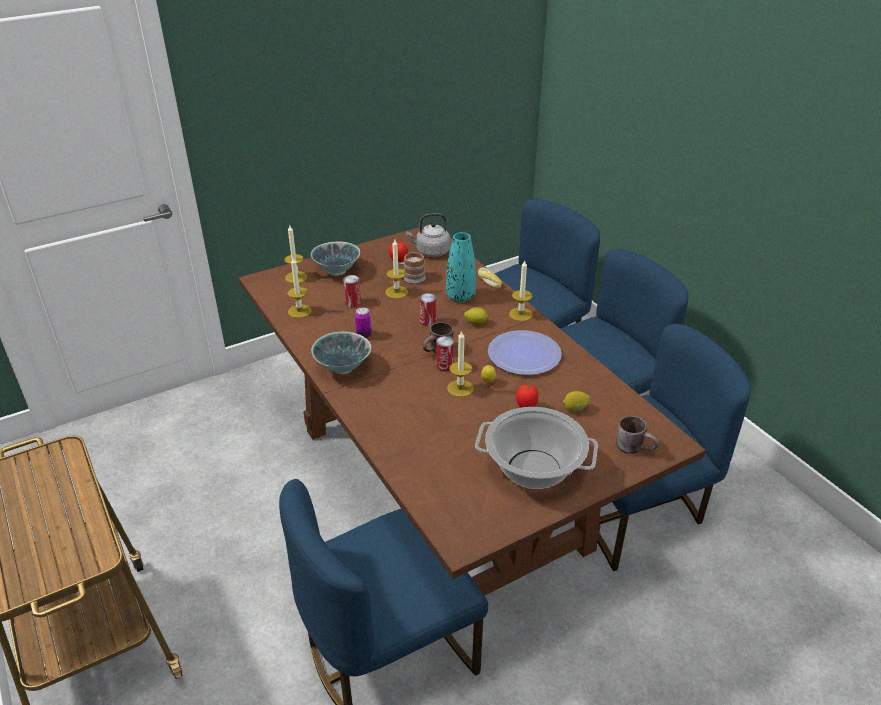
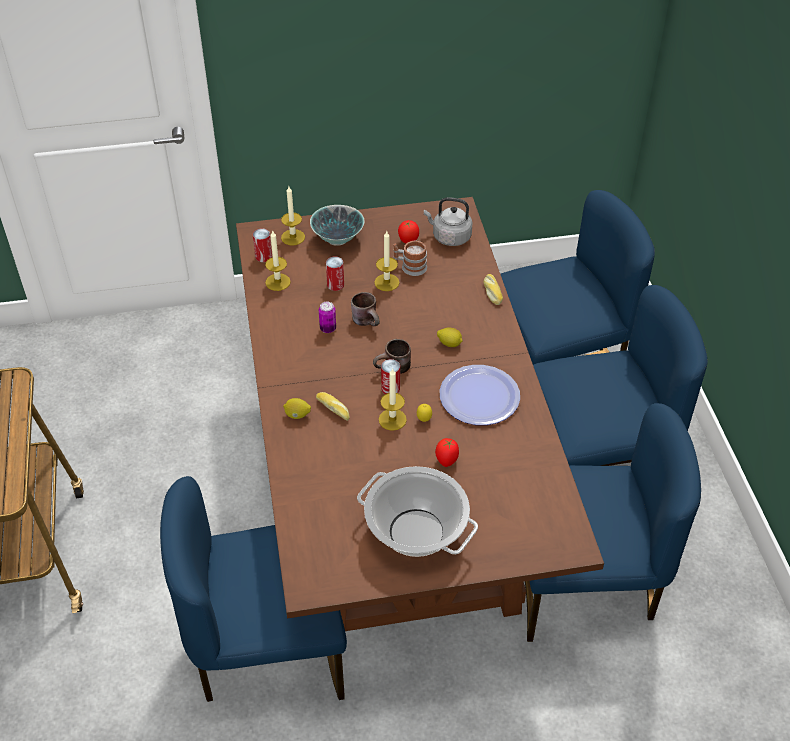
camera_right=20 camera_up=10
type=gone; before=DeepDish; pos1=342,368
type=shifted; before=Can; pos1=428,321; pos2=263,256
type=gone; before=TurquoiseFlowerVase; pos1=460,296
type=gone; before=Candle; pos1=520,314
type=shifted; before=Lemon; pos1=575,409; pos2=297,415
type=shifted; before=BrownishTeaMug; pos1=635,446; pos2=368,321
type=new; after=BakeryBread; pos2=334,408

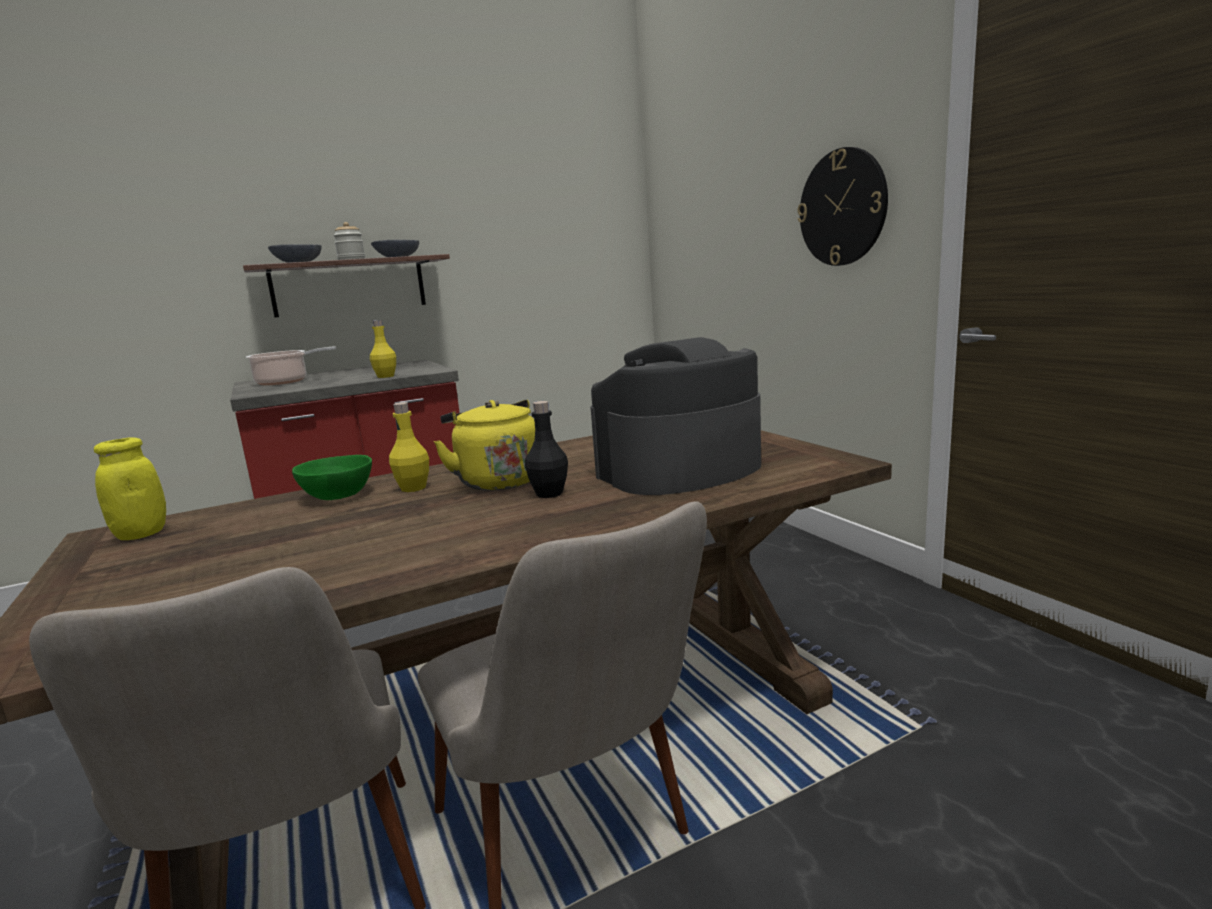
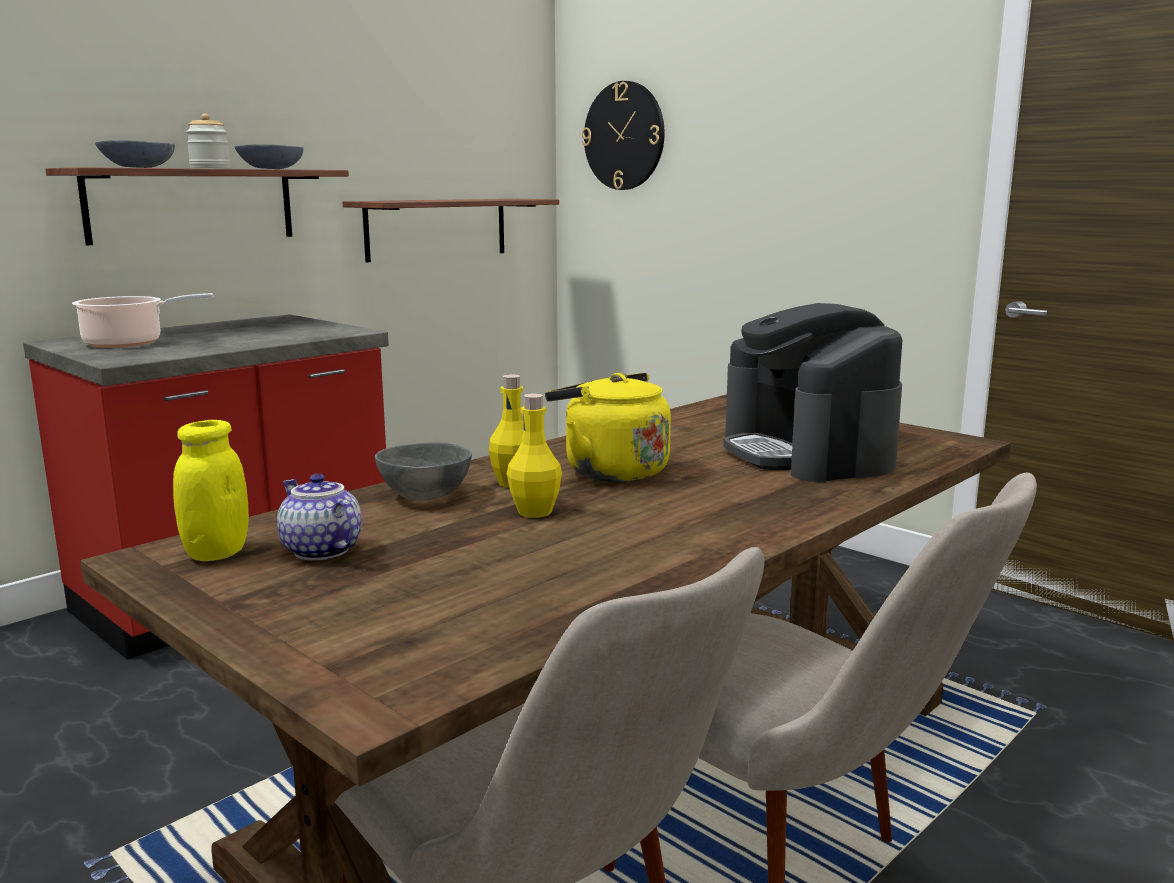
camera_right=-20 camera_up=0
type=repainted; before=GreenishDeepDish; after=GreyishDeepDish; pos1=336,496; pos2=423,496
type=shifted; before=YellowishBeverageBottle; pos1=386,376; pos2=534,512
type=gone; before=BlackColouredBeverageBottle; pos1=549,493
type=rotated; before=CoffeeBrewer; pos1=679,470; pos2=807,453; turn=-60
type=shifted; before=HangingClock; pos1=842,208; pos2=624,136
type=new; after=Teapot; pos2=319,551
type=new; after=Shelf; pos2=437,228

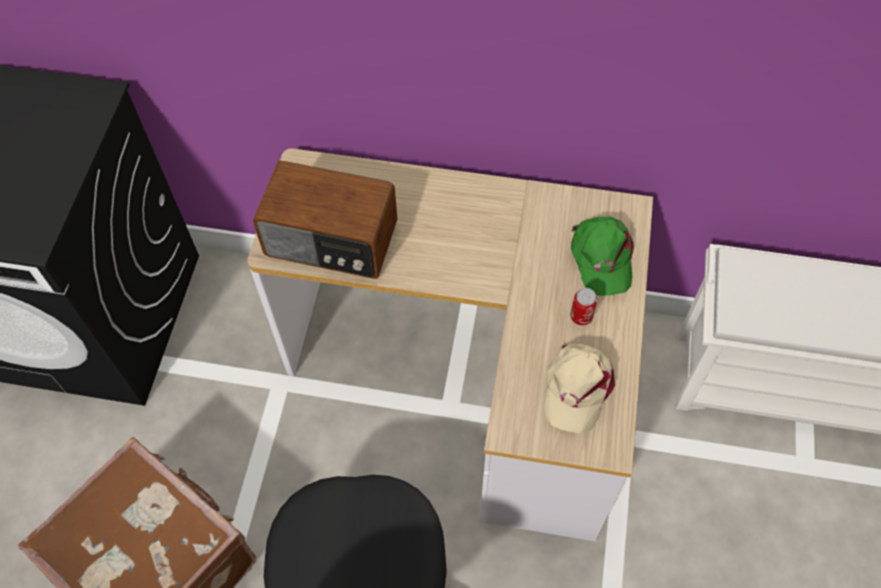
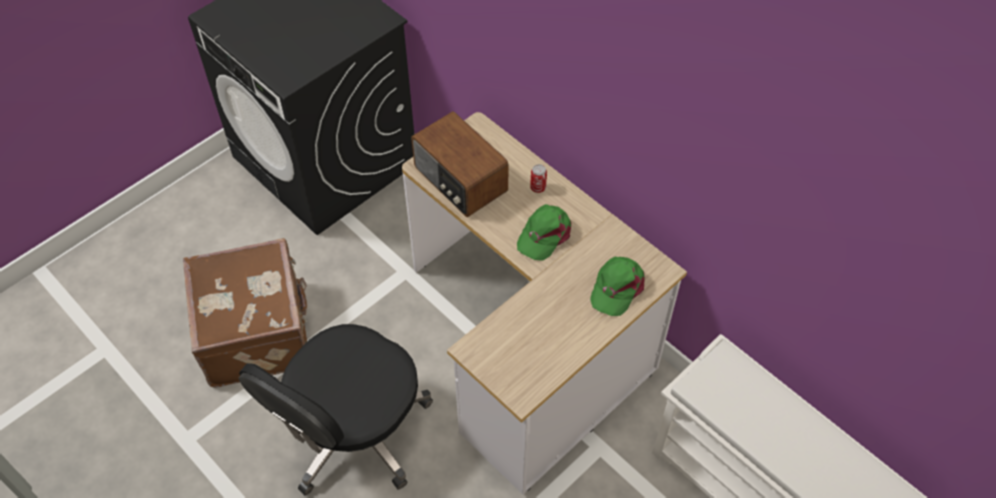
camera_right=35 camera_up=-5
type=gone; before=BeigeColouredBaseballCap; pos1=576,388
type=shifted; before=Can; pos1=581,317; pos2=538,188
type=new; after=GreenishBaseballCap; pos2=544,234

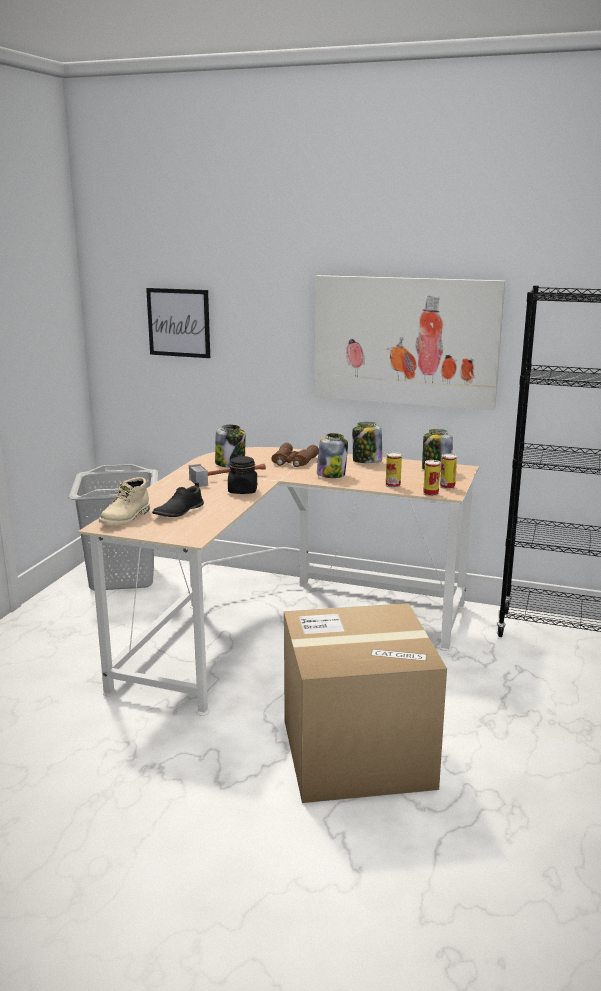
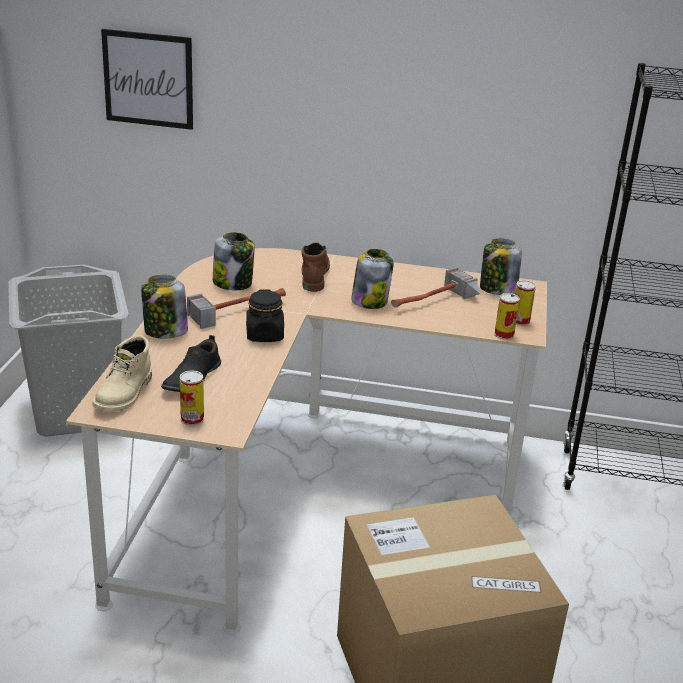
camera_right=-10 camera_up=10
type=swapped; before=BrownishPairOfBinoculars; after=BrownishHighTopBoot; pos1=293,461; pos2=313,276
type=gone; before=Picture; pos1=405,341
type=shifted; before=StorageJar; pos1=366,461; pos2=165,331
type=shifted; before=Can; pos1=393,485; pos2=192,419
type=new; after=HandHammer; pos2=434,303

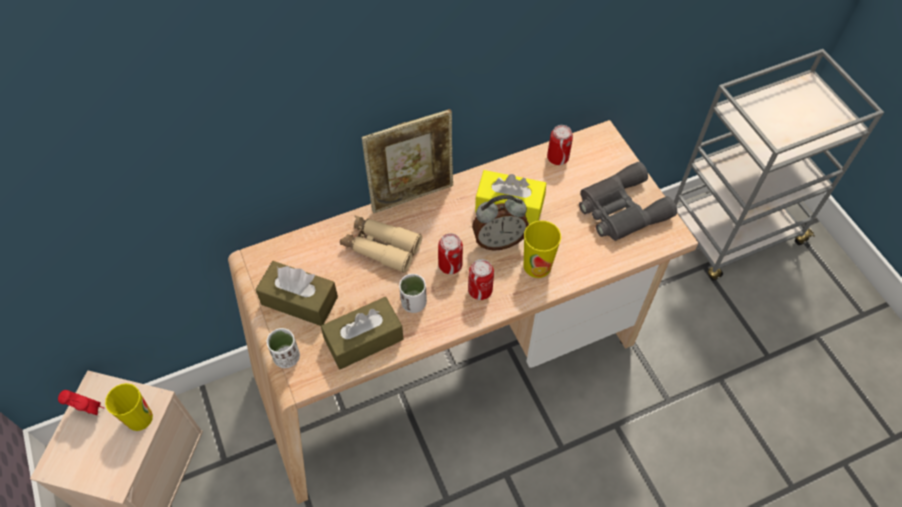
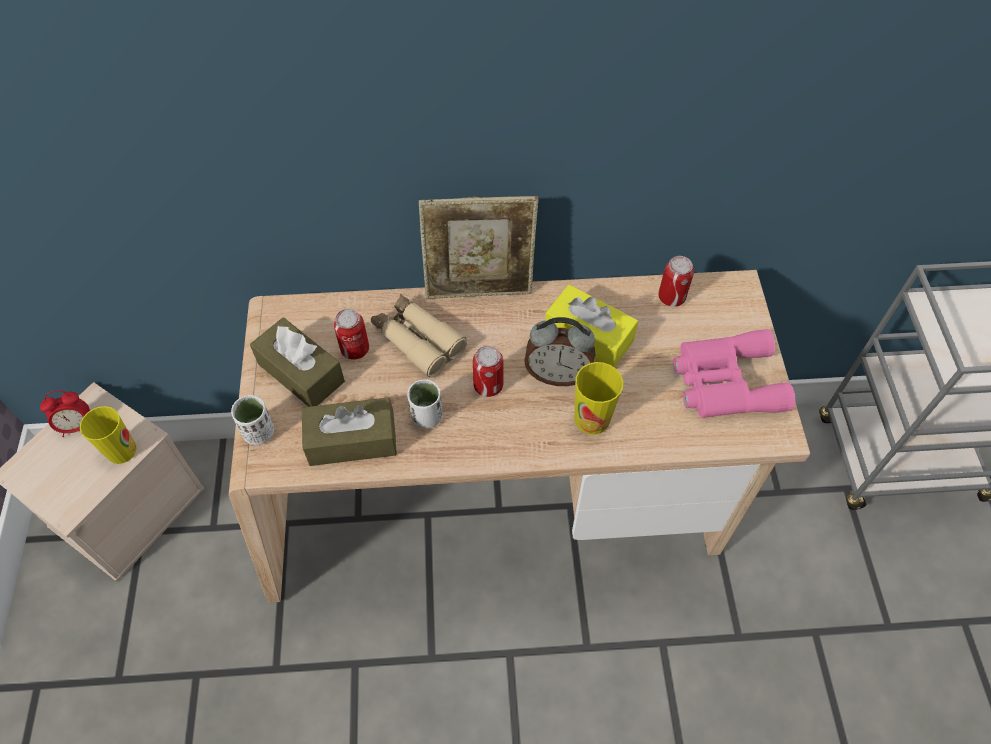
camera_right=20 camera_up=0
type=rotated; before=BedsideClock; pos1=89,411; pos2=76,426; turn=120
type=shifted; before=Can; pos1=480,290; pos2=355,349
type=repainted; before=GreyishPairOfBinoculars; after=PinkPairOfBinoculars; pos1=620,209; pos2=724,382

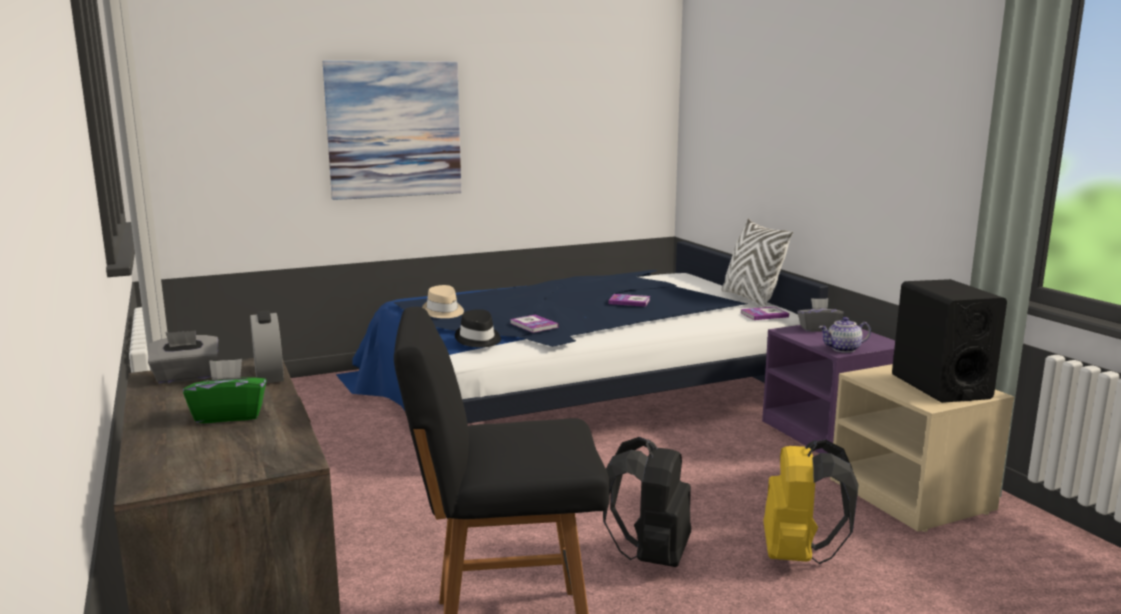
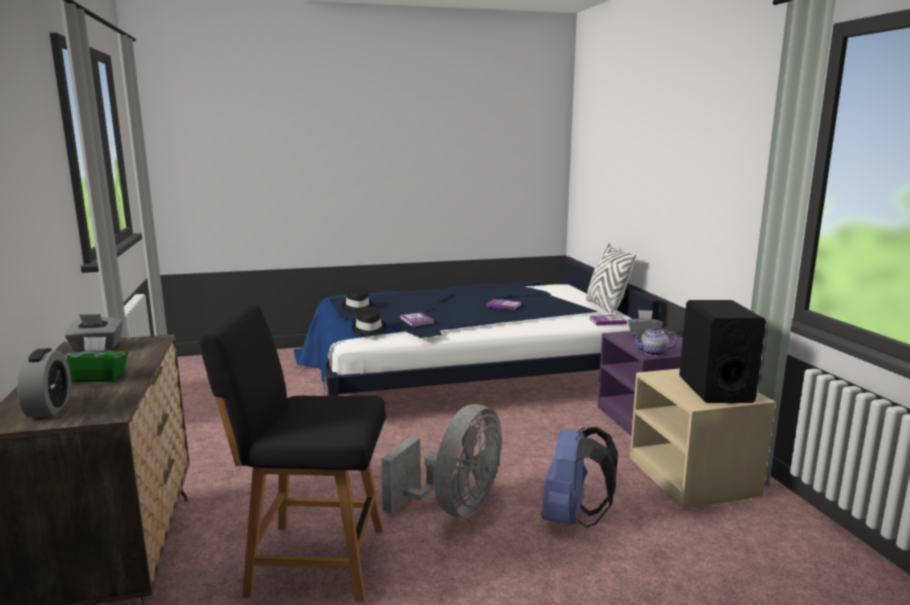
camera_right=10 camera_up=0
type=shifted; before=BedsideClock; pos1=269,375; pos2=49,408
type=gone; before=Picture; pos1=394,129
type=repainted; before=BeigeColouredWearableHat; after=BlackColouredWearableHat; pos1=443,312; pos2=357,307
type=swapped; before=BlackColouredKnapsack; after=GreyishCoolingFan; pos1=651,556; pos2=454,507
type=repainted; before=YellowishKnapsack; after=BlueKnapsack; pos1=798,555; pos2=573,518

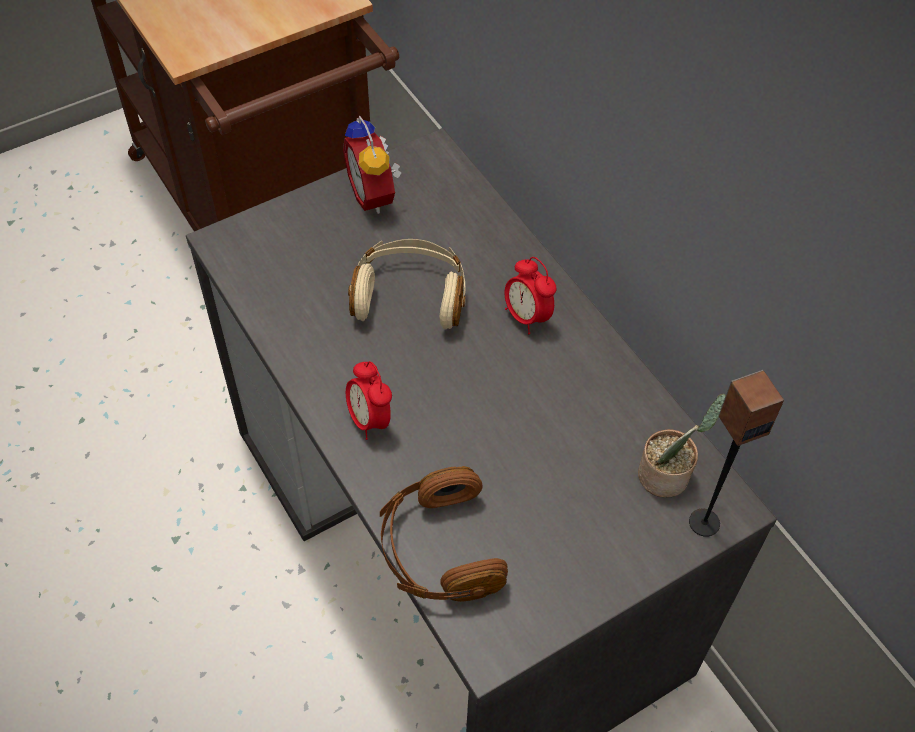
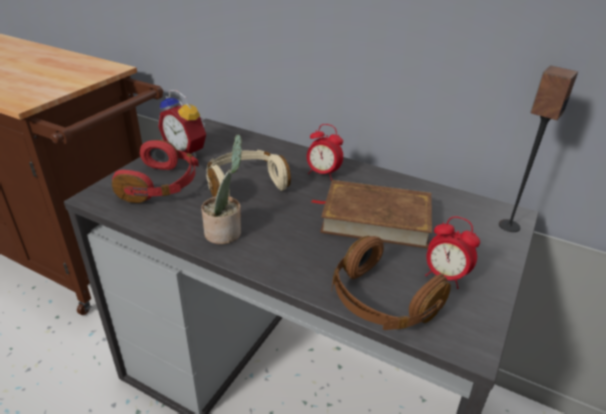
camera_right=-30 camera_up=-20
type=shifted; before=BedsideClock; pos1=369,420; pos2=445,276
type=shifted; before=Houseplant; pos1=667,475; pos2=225,232
type=new; after=RedColouredPairOfHeadphones; pos2=162,185
type=new; after=BrownishBoundBook; pos2=375,218

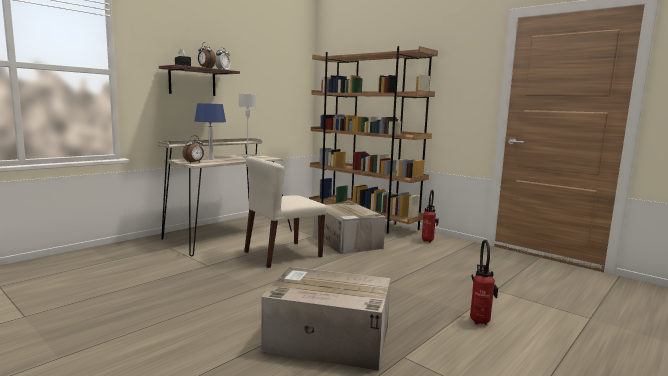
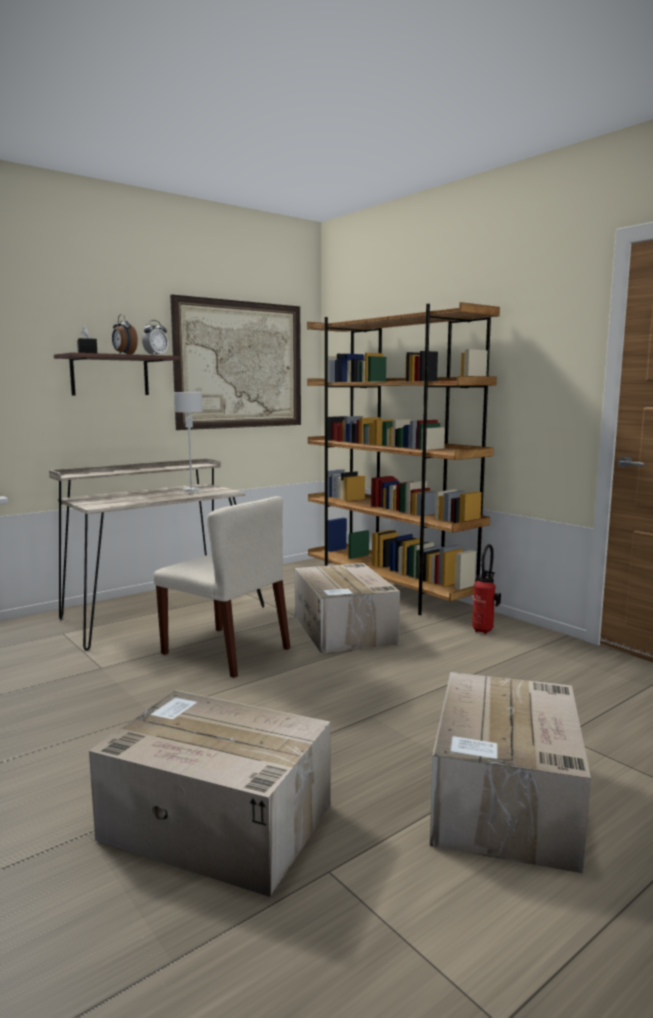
camera_right=10 camera_up=0
type=gone; before=BedsideClock; pos1=194,162
type=gone; before=BlueTabletopLamp; pos1=211,159
type=rotated; before=BeigeColouredChair; pos1=282,254; pos2=227,651; turn=-120
type=swapped; before=Extinguisher; after=Carton; pos1=480,320; pos2=505,801
type=new; after=Picture; pos2=240,365

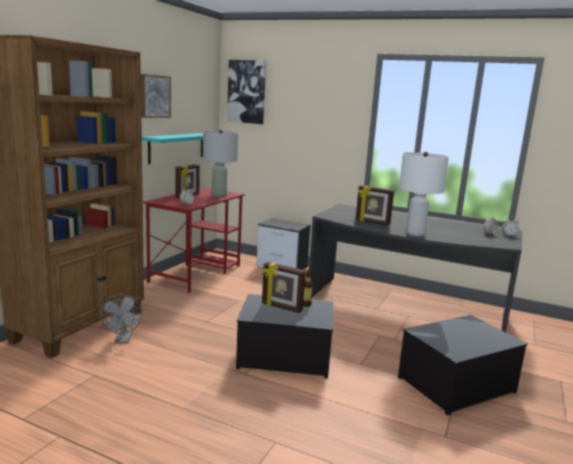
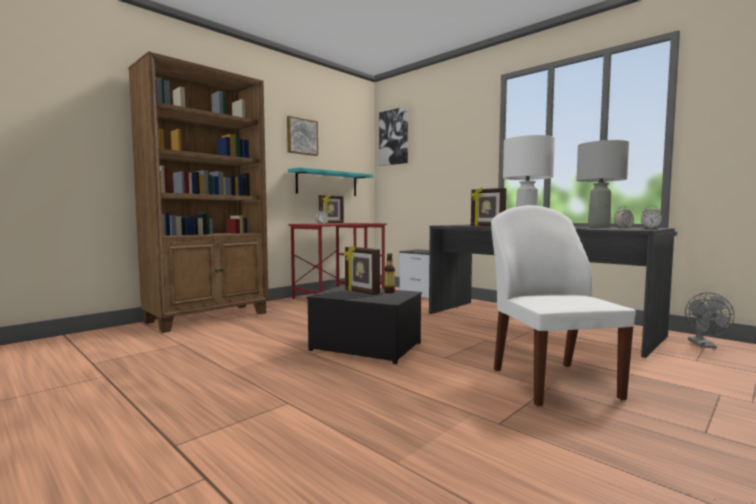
camera_right=20 camera_up=-10
type=shifted; before=GreyishCoolingFan; pos1=123,340; pos2=704,345
type=shifted; before=GreyishTabletopLamp; pos1=218,195; pos2=598,227
type=swapped; before=StorageBox; after=WhiteChair; pos1=455,384; pos2=552,382

